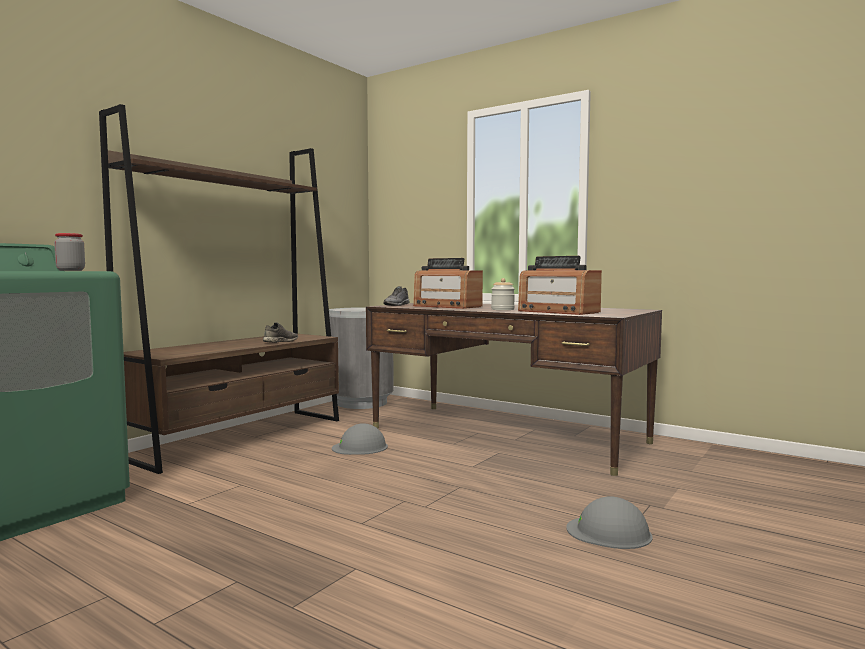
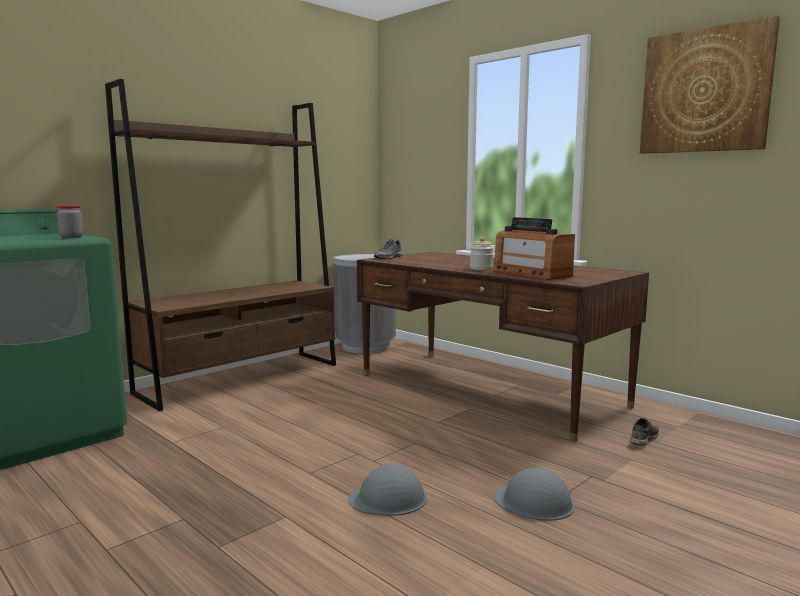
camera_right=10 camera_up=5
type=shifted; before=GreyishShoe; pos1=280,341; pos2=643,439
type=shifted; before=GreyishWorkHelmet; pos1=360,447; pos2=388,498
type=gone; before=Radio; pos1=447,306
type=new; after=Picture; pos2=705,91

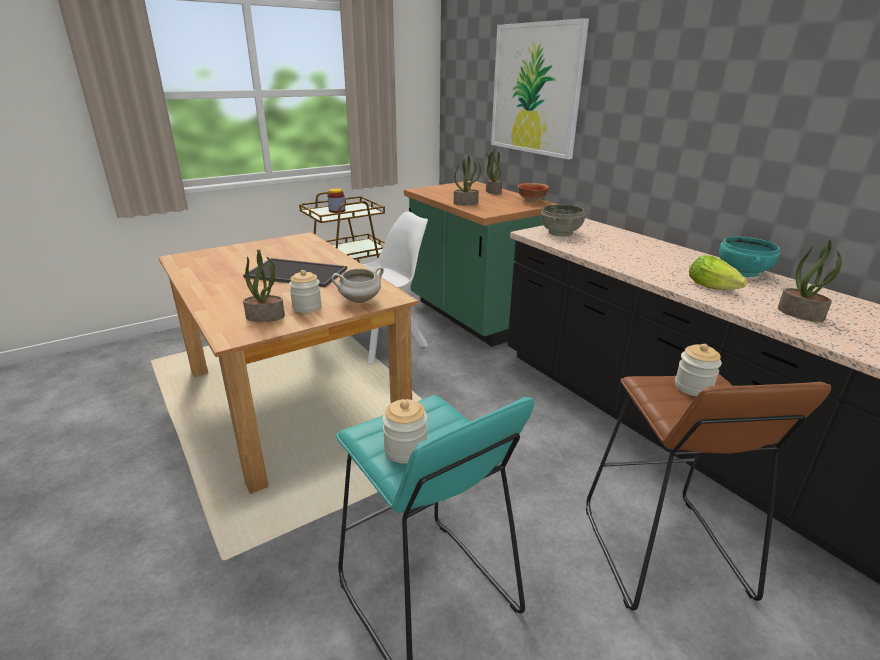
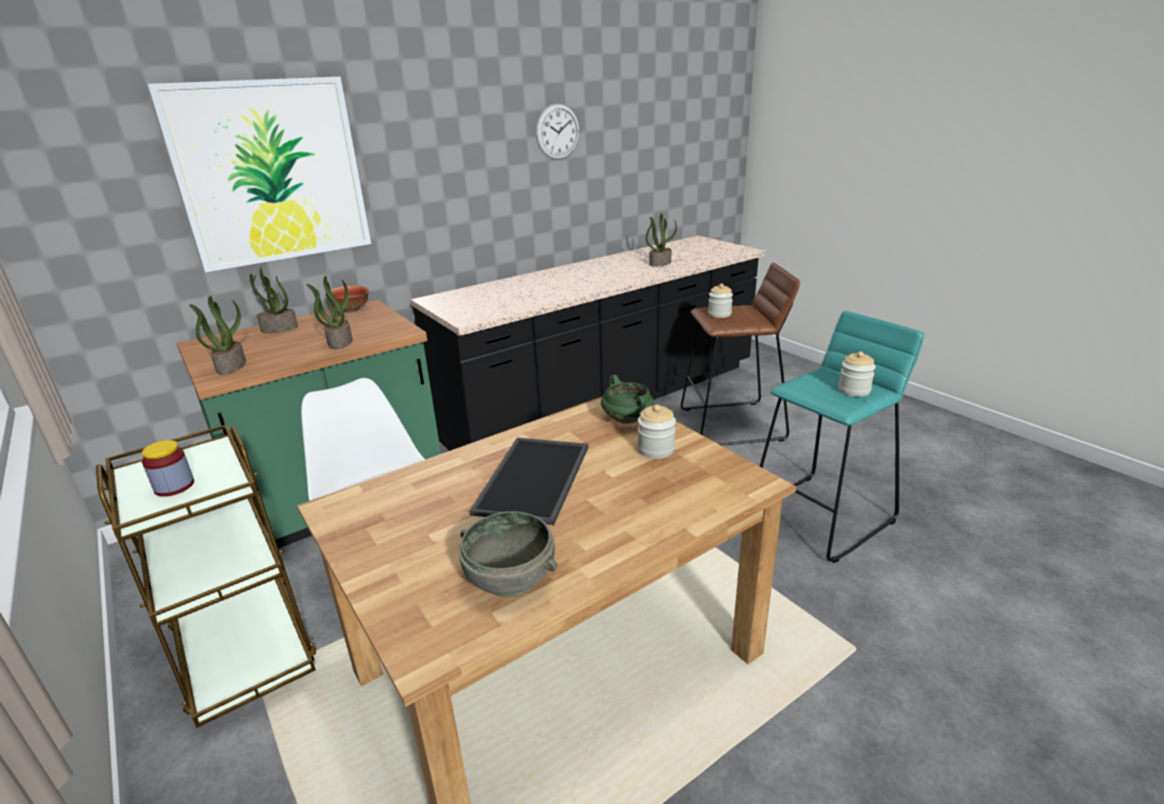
camera_right=-90 camera_up=0
type=shifted; before=Houseplant; pos1=266,316; pos2=231,366
type=repainted; before=WhiteStockpot; after=GreenishStockpot; pos1=359,300; pos2=628,420
type=shifted; before=GreyishDeepDish; pos1=561,233; pos2=512,578
type=gone; before=HeadOfLettuce; pos1=715,287
type=gone; before=TurquoiseDeepDish; pos1=741,272
type=new; after=HangingClock; pos2=557,132

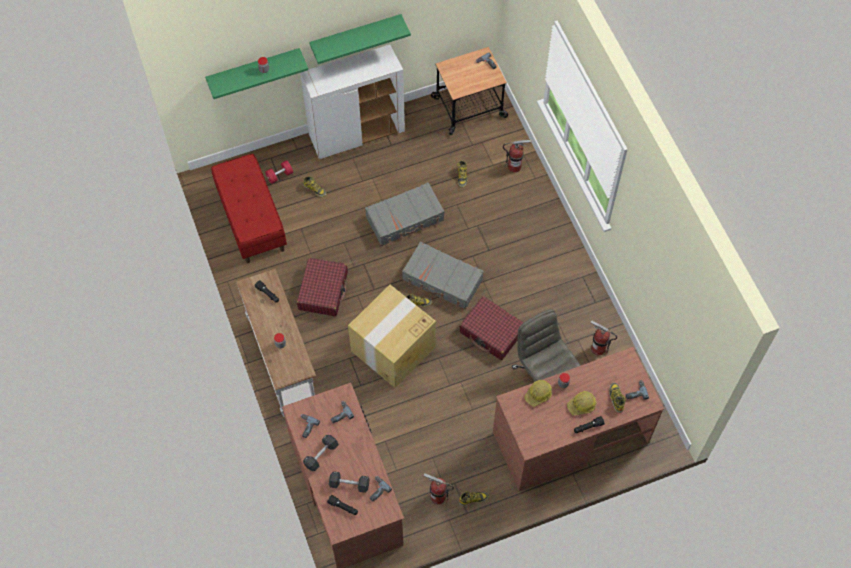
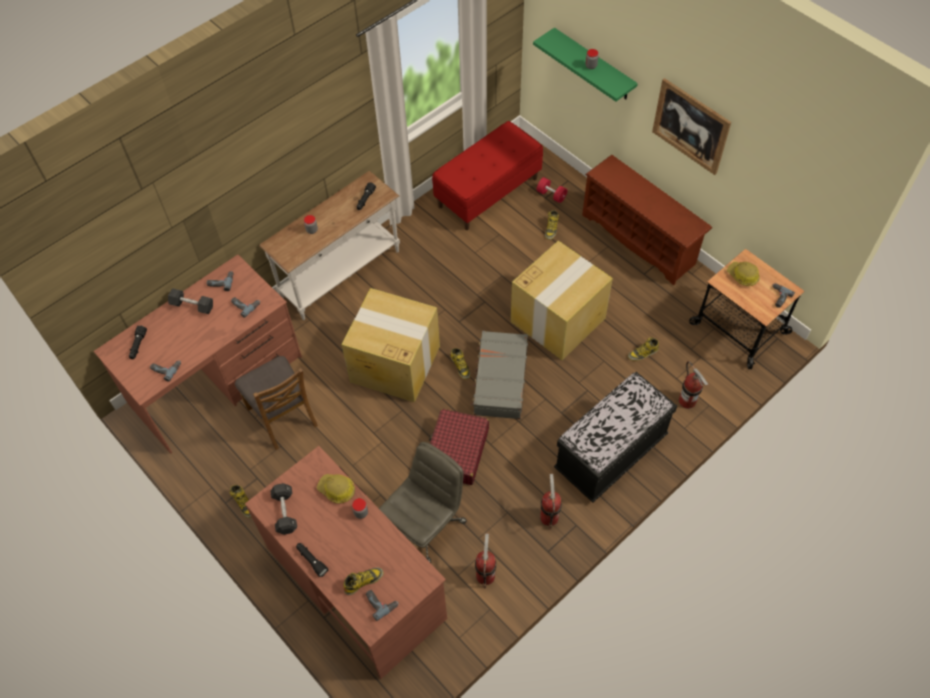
camera_right=70 camera_up=-5
type=gone; before=RedColouredSuitcase; pos1=323,291
type=swapped; before=WhiteCupboard; after=BrownishShoeStand; pos1=357,133; pos2=640,239
type=swapped; before=GreenishShelf; after=Picture; pos1=356,35; pos2=690,126
type=shifted; before=BlackColouredFreeWeight; pos1=349,484; pos2=285,512
type=swapped; before=GreyishSuitcase; after=Carton; pos1=405,219; pos2=558,319
type=shifted; before=Extinguisher; pos1=438,496; pos2=549,517
type=shifted; before=WorkHelmet; pos1=582,405; pos2=743,276
type=new; after=BrownishChair; pos2=283,416
type=new; after=BlackColouredBench; pos2=610,453

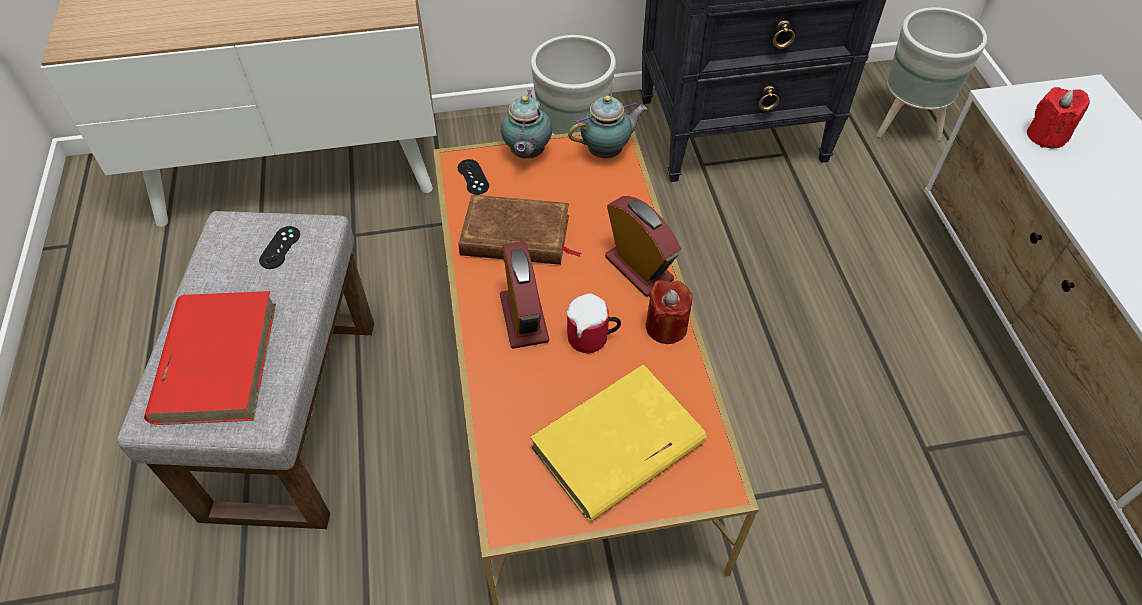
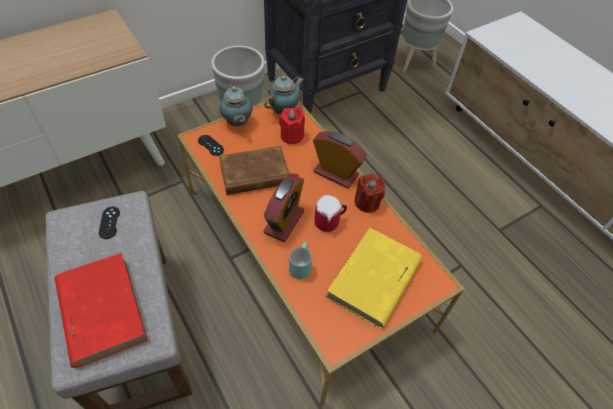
camera_right=-25 camera_up=0
type=rotated; before=BedsideClock; pos1=524,318; pos2=284,222; turn=60
type=shifted; before=RedColouredCandle; pos1=1046,136; pos2=292,136
type=new; after=TurquoiseTeaMug; pos2=299,265

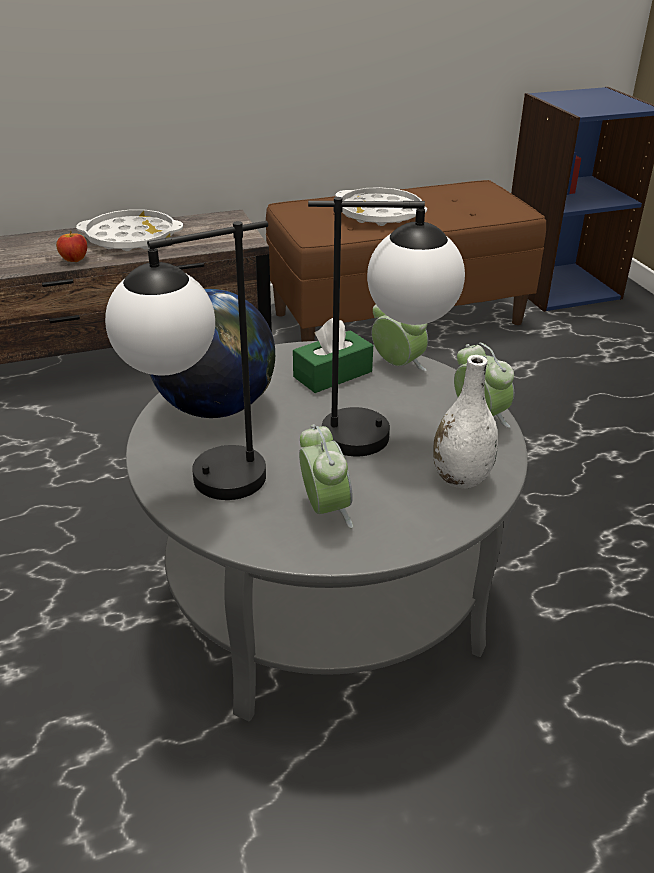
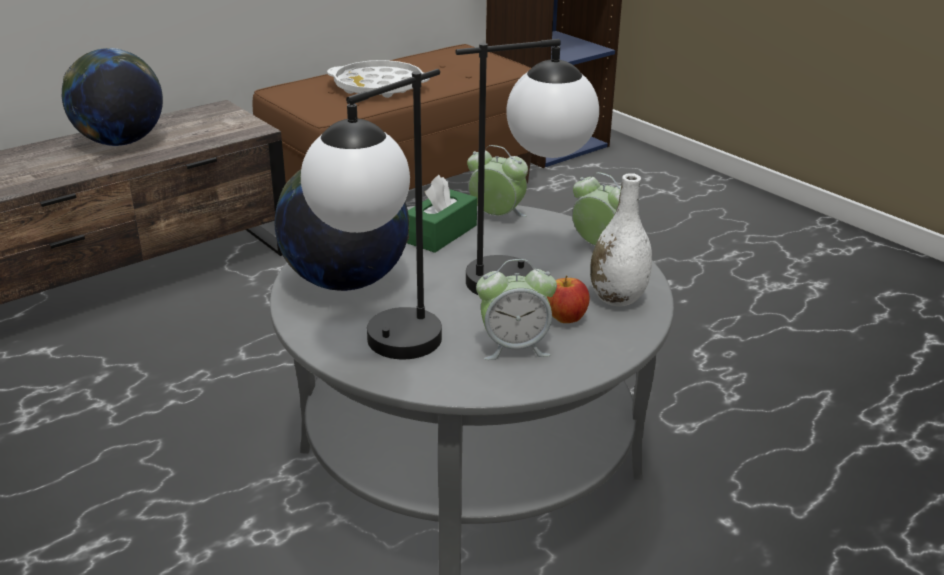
camera_right=-20 camera_up=-5
type=shifted; before=Apple; pos1=74,260; pos2=565,318
type=swapped; before=WhiteTray; after=Globe; pos1=131,238; pos2=120,142
type=rotated; before=BedsideClock; pos1=325,510; pos2=514,347; turn=120

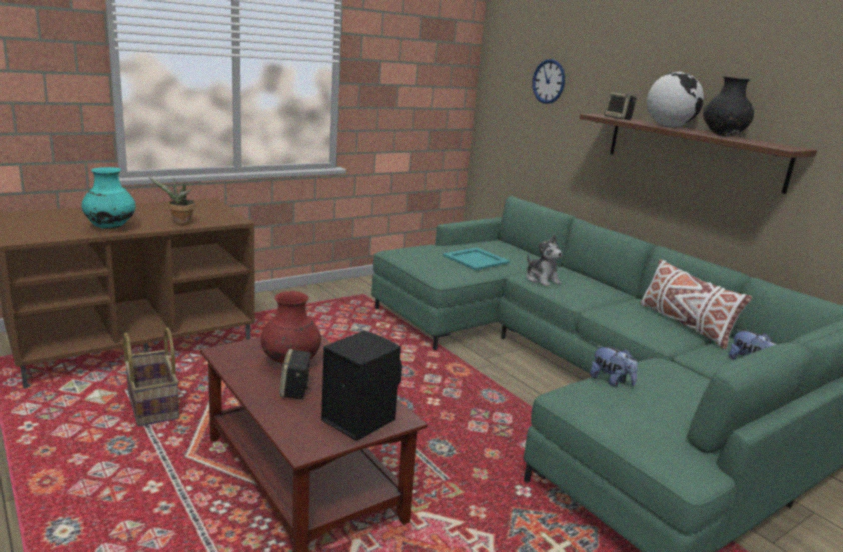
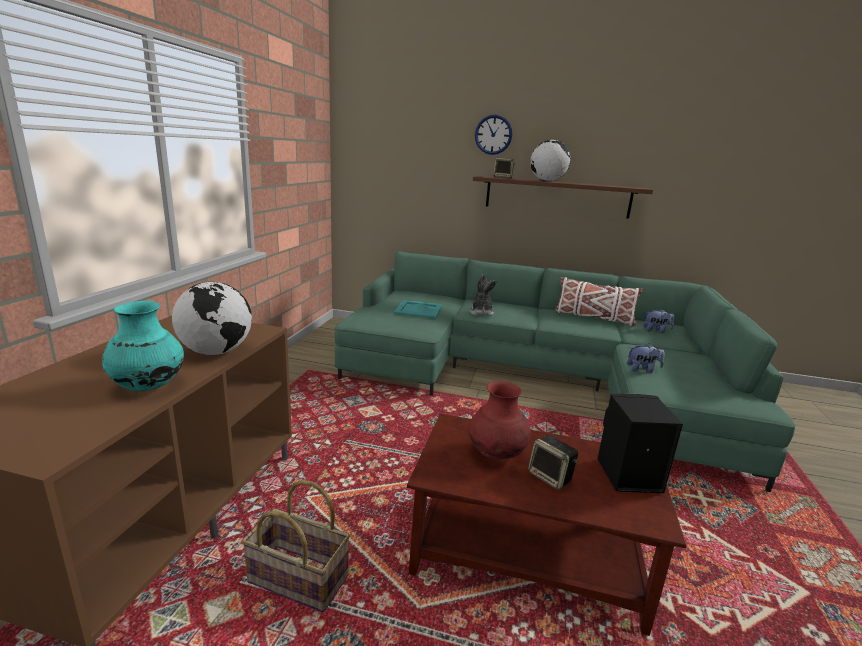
camera_right=-40 camera_up=0
type=swapped; before=Houseplant; after=Globe; pos1=180,223; pos2=216,352
type=rotated; before=CuddlyToy; pos1=541,279; pos2=481,312; turn=-105
type=shifted; before=HangingClock; pos1=548,81; pos2=493,135
type=gone; before=BlackColouredFlowerVase; pos1=723,136

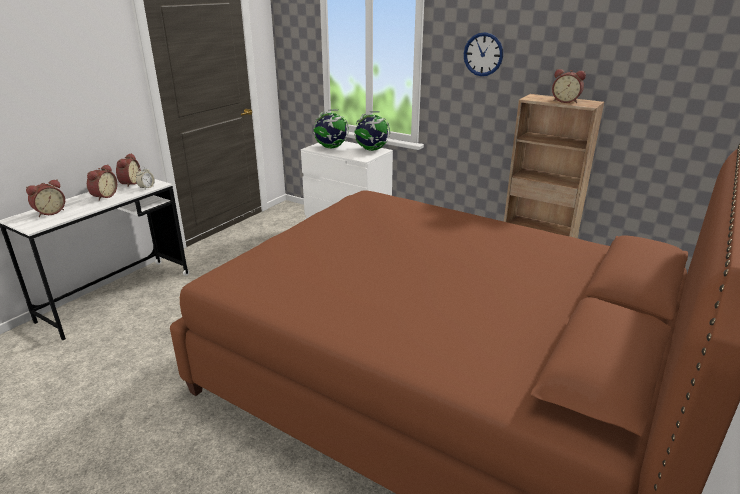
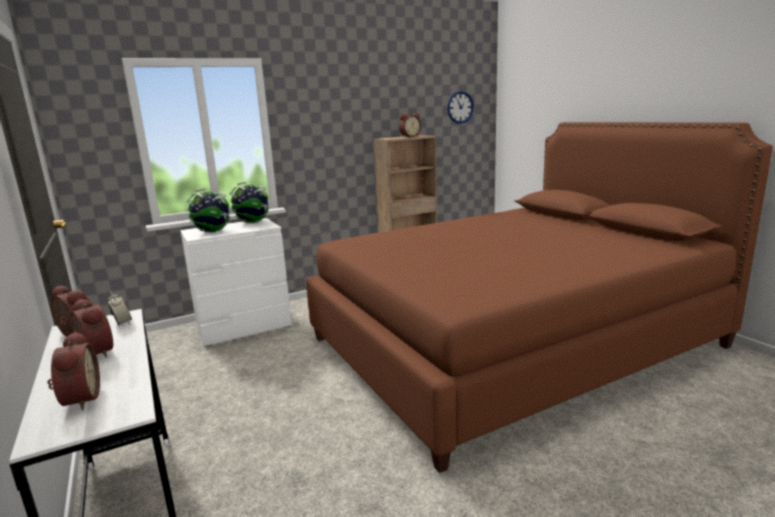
camera_right=-60 camera_up=-10
type=shifted; before=HangingClock; pos1=483,54; pos2=460,107

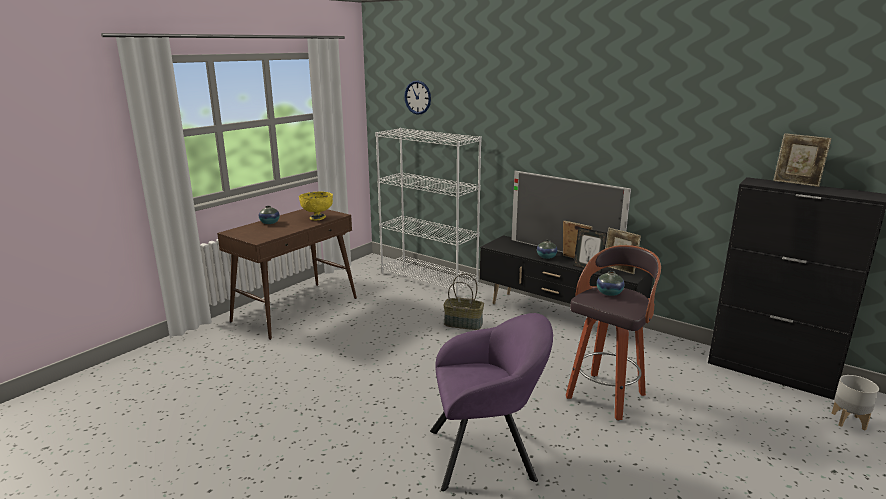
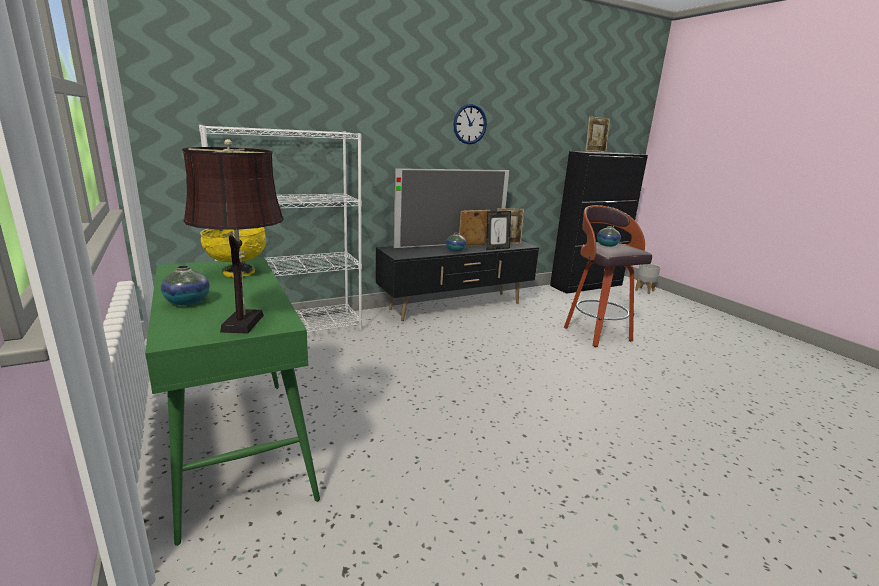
camera_right=-65 camera_up=0
type=repainted; before=BrownishNarrowTable; after=GreenishNarrowTable; pos1=296,309; pos2=237,447
type=shifted; before=HangingClock; pos1=417,97; pos2=469,124
type=gone; before=PurpleArmchair; pos1=487,453
type=gone; before=HouseholdBasket; pos1=464,323
type=new; after=BrownishTabletopLamp; pos2=245,321

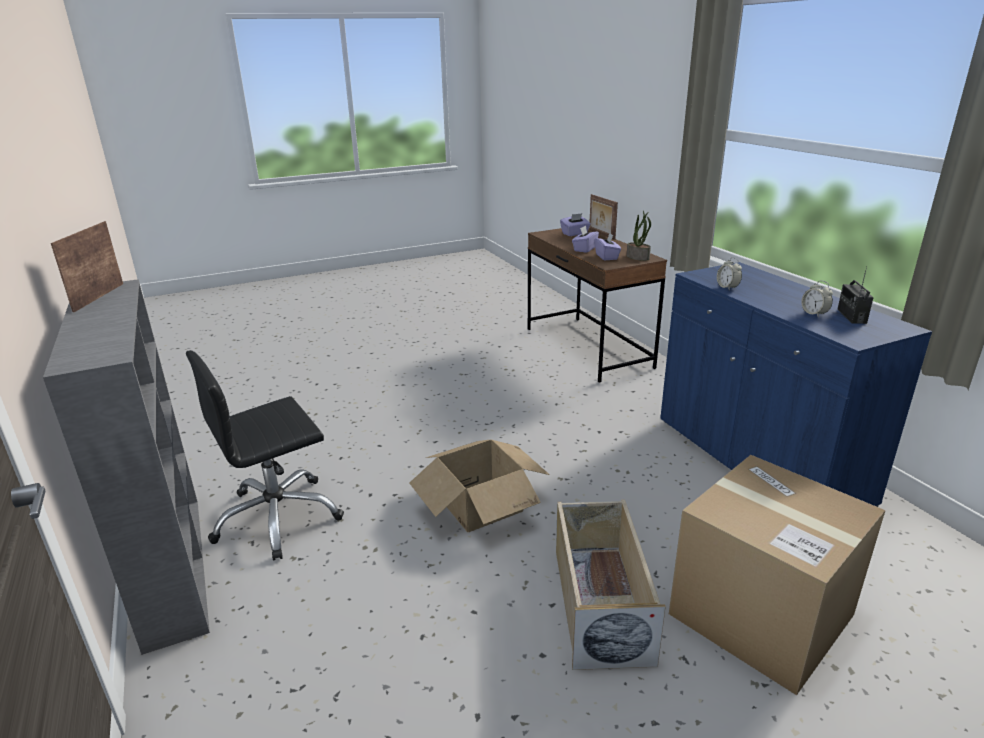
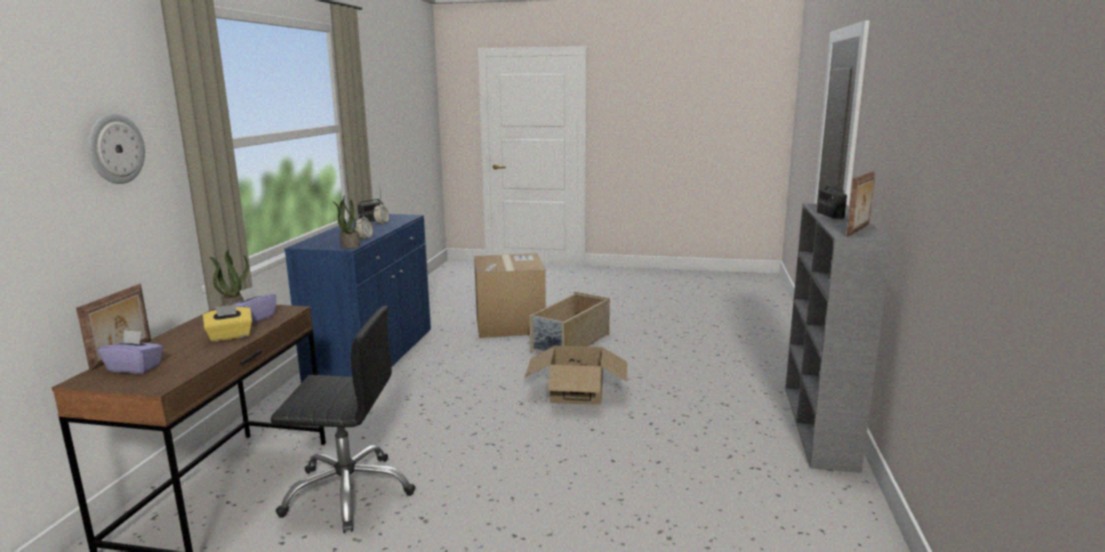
camera_right=-145 camera_up=-10
type=shifted; before=BlackColouredComputerChair; pos1=278,518; pos2=348,492
type=repainted; before=PurpleTissueBox; after=YellowishTissueBox; pos1=584,249; pos2=230,336
type=new; after=HangingClock; pos2=115,149
type=new; after=Houseplant; pos2=349,245
type=new; after=Radio; pos2=830,215

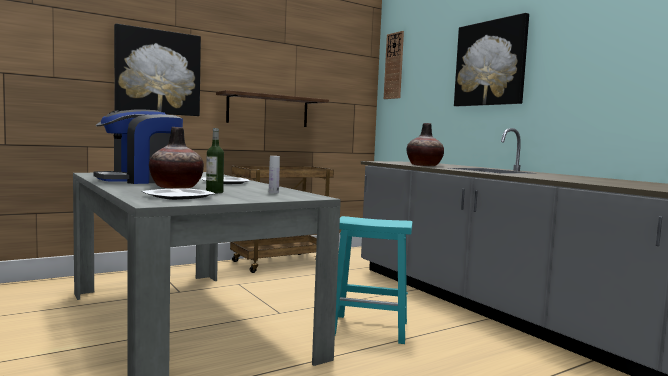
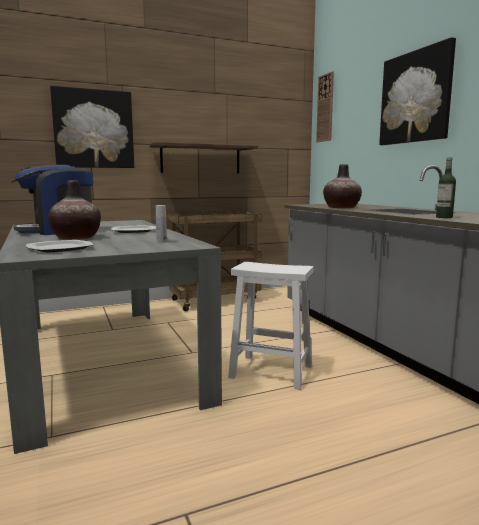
camera_right=10 camera_up=5
type=shifted; before=BeverageBottle; pos1=214,192; pos2=444,217
type=repainted; before=TurquoiseStool; after=WhiteStool; pos1=370,328; pos2=272,371

